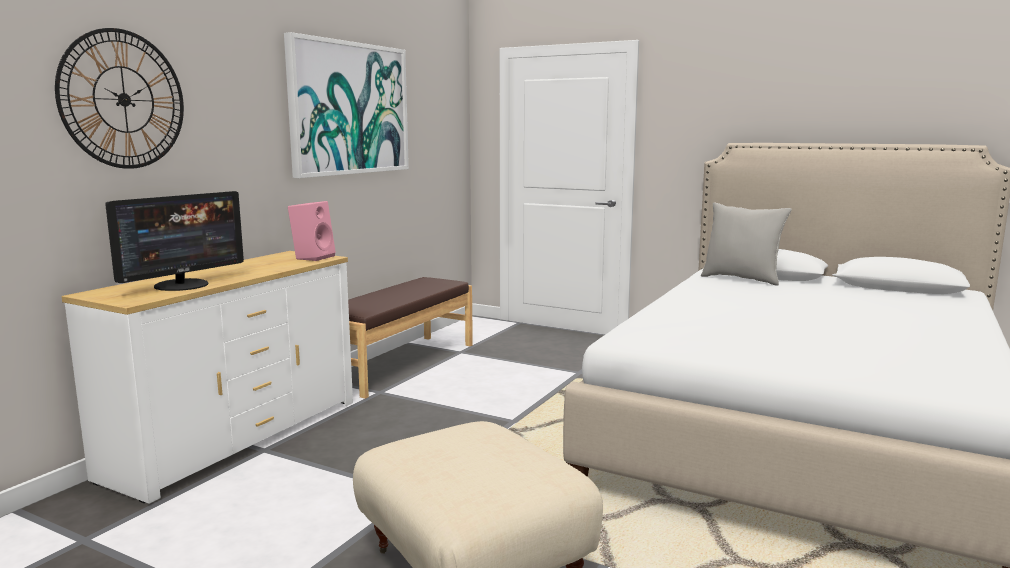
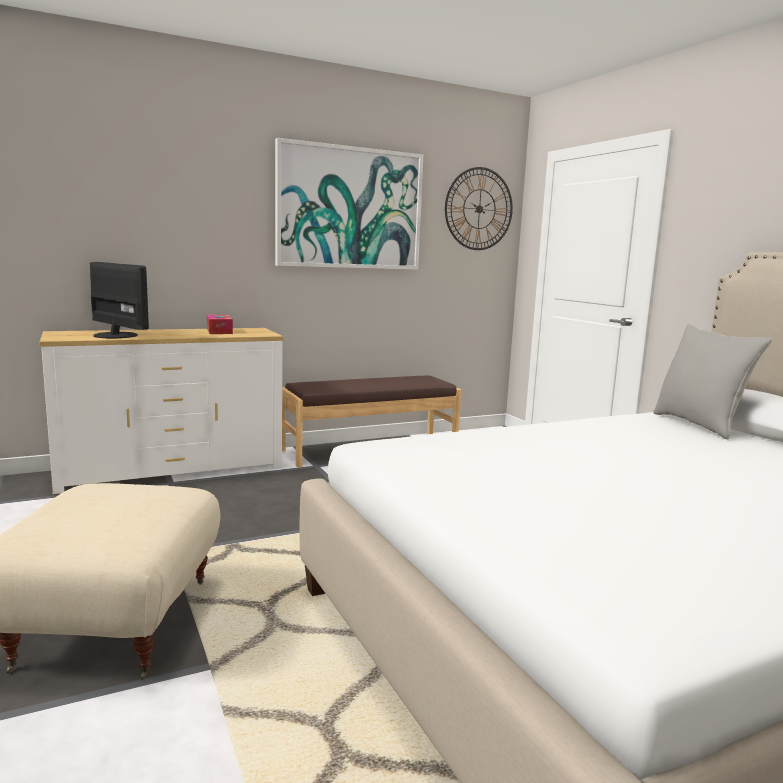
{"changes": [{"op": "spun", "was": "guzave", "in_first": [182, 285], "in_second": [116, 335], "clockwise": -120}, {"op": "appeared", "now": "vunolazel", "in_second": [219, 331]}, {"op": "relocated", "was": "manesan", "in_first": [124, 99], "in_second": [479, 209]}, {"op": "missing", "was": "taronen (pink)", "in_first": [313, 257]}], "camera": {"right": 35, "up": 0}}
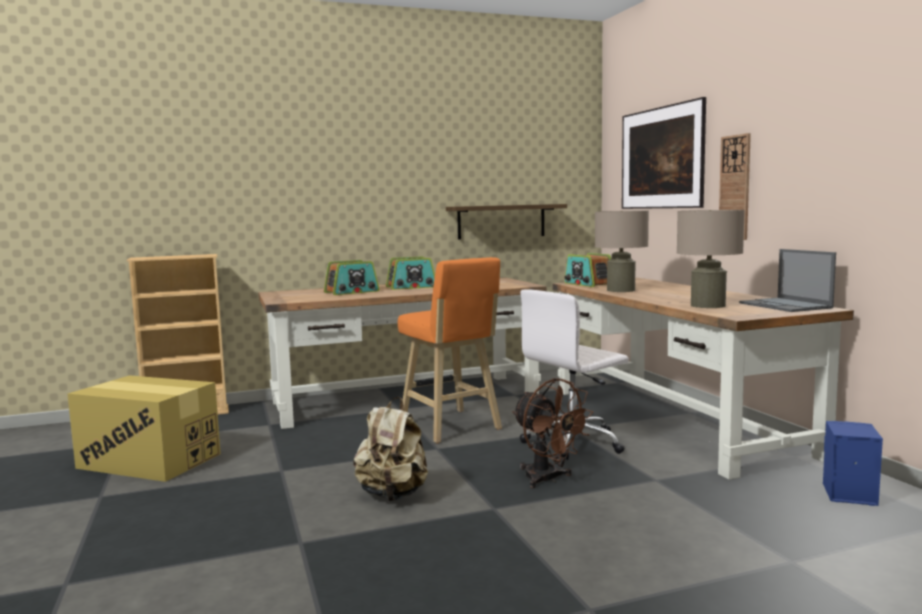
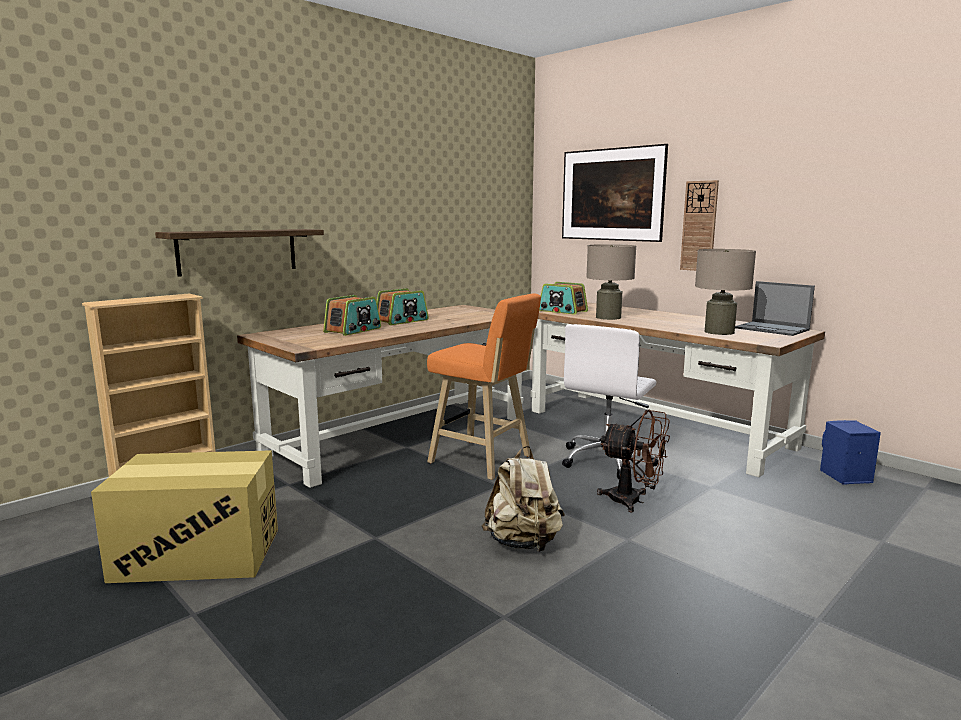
{"changes": [{"op": "relocated", "was": "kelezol", "in_first": [501, 221], "in_second": [238, 251]}], "camera": {"right": -25, "up": 5}}
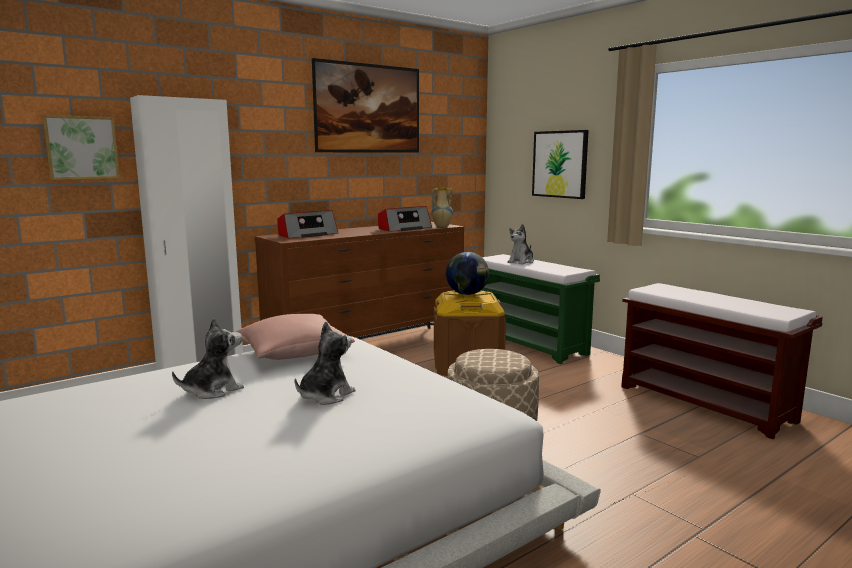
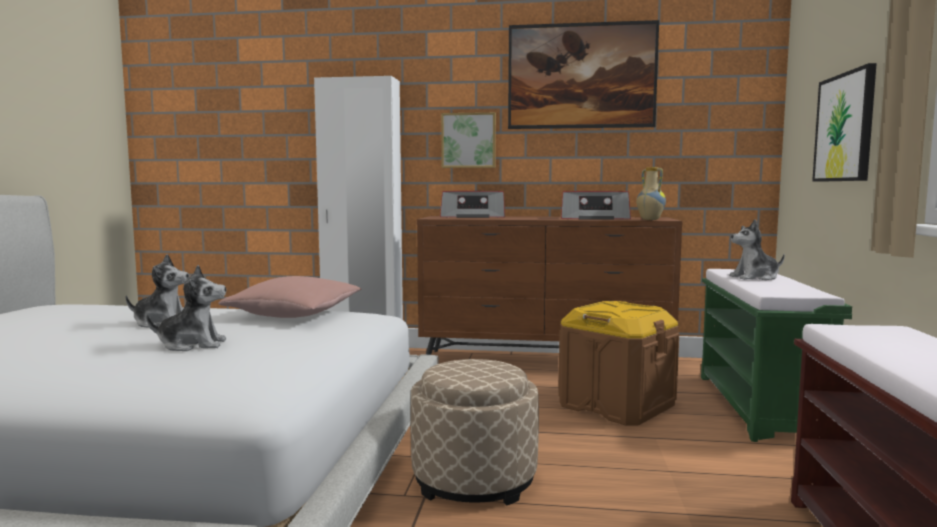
{"changes": [{"op": "relocated", "was": "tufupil", "in_first": [81, 147], "in_second": [468, 140]}, {"op": "missing", "was": "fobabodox", "in_first": [467, 294]}], "camera": {"right": 45, "up": -5}}
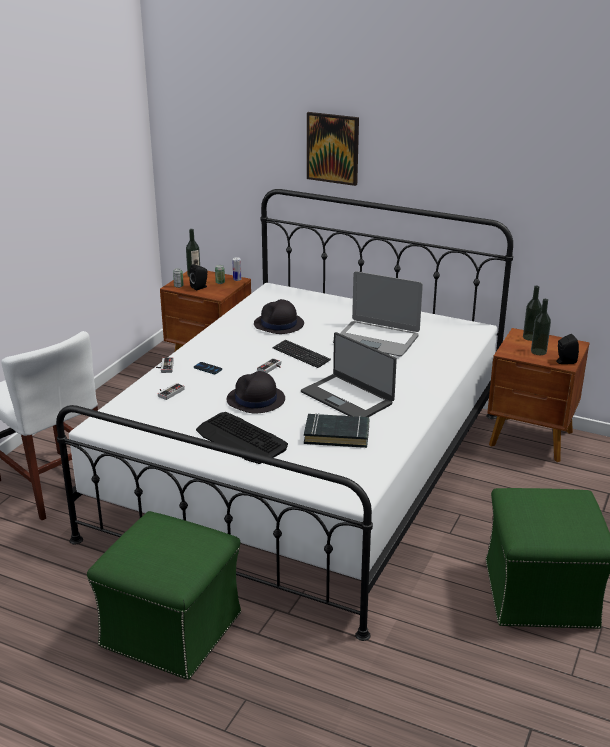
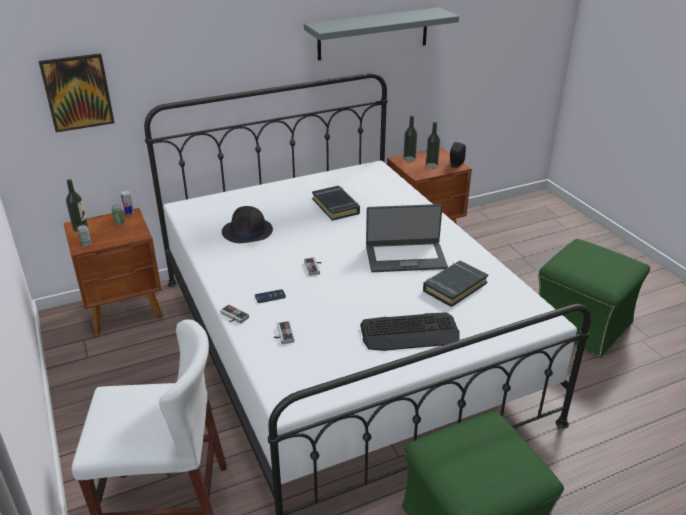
{"changes": [{"op": "relocated", "was": "tufupil", "in_first": [333, 148], "in_second": [77, 92]}, {"op": "appeared", "now": "kelezol (grey)", "in_second": [373, 33]}, {"op": "exchanged", "was": "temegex", "now": "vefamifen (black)", "in_first": [376, 339], "in_second": [336, 206]}, {"op": "missing", "was": "taronen (black)", "in_first": [200, 287]}, {"op": "missing", "was": "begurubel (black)", "in_first": [255, 400]}, {"op": "missing", "was": "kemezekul", "in_first": [301, 355]}], "camera": {"right": -50, "up": 5}}
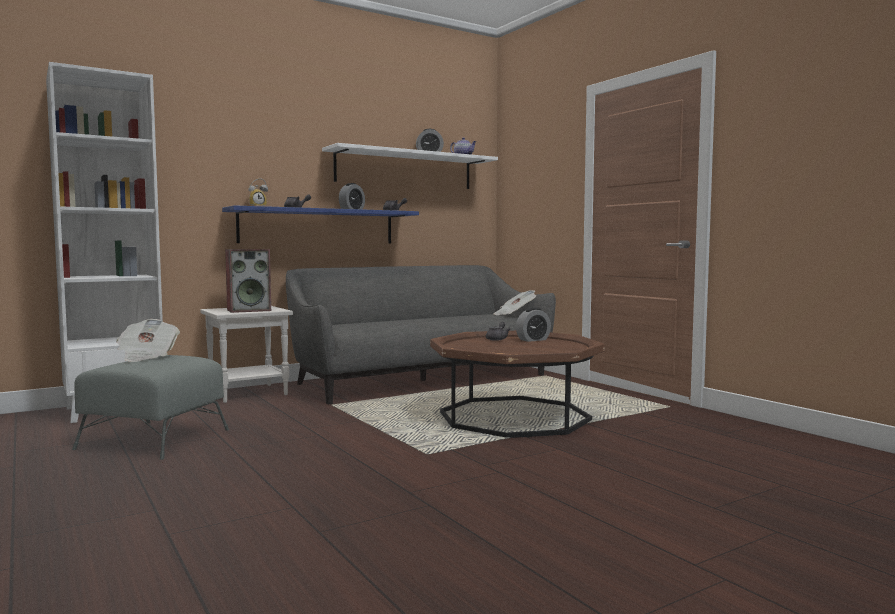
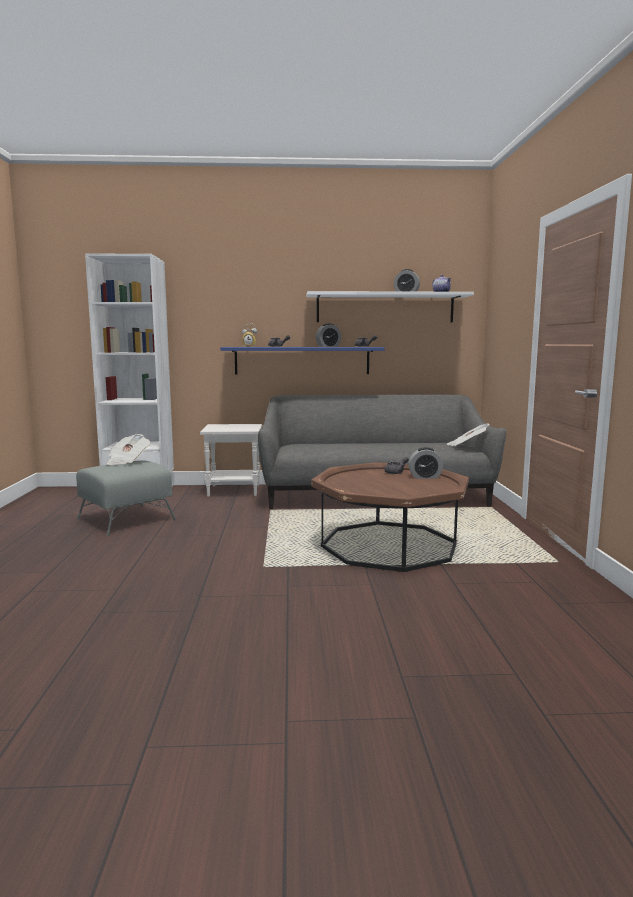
{"changes": [{"op": "missing", "was": "taronen", "in_first": [249, 310]}], "camera": {"right": 30, "up": 5}}
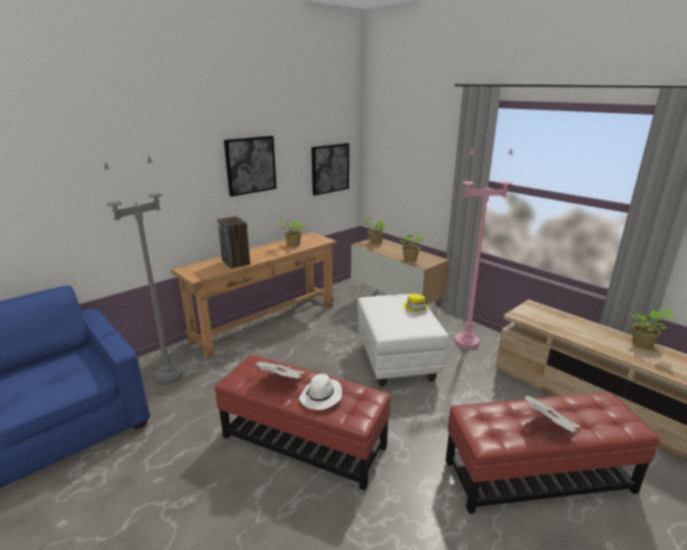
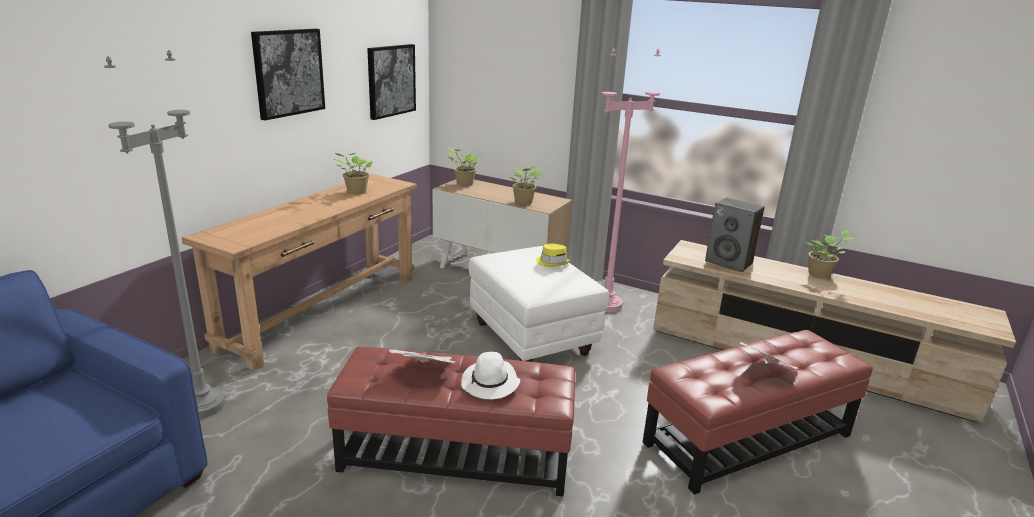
{"changes": [{"op": "relocated", "was": "taronen", "in_first": [236, 262], "in_second": [729, 262]}], "camera": {"right": -20, "up": 0}}
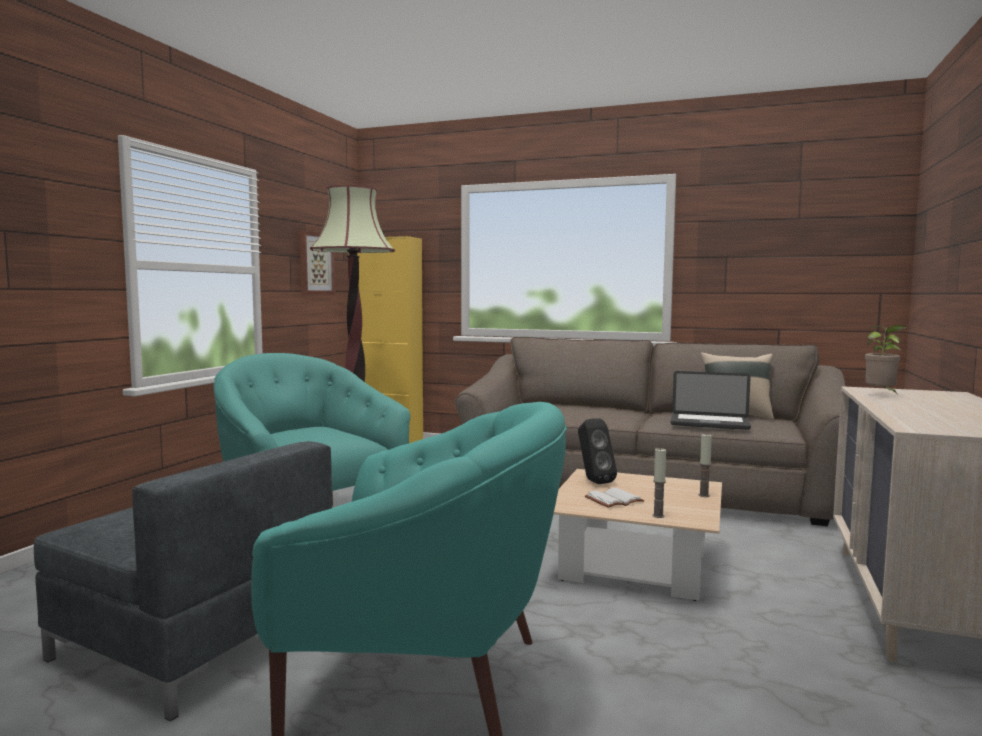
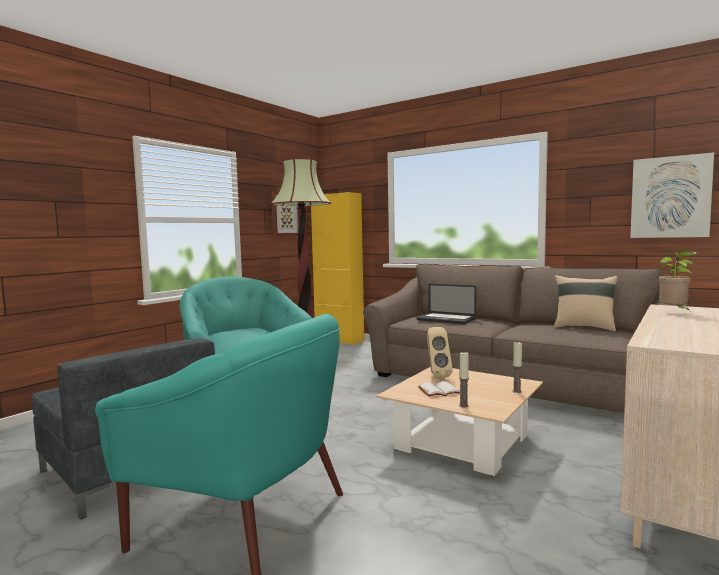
{"changes": [{"op": "relocated", "was": "temegex", "in_first": [709, 423], "in_second": [446, 319]}, {"op": "colour", "was": "taronen (black)", "now": "taronen (beige)", "in_first": [593, 481], "in_second": [436, 375]}, {"op": "appeared", "now": "tufupil", "in_second": [670, 197]}], "camera": {"right": 15, "up": 0}}
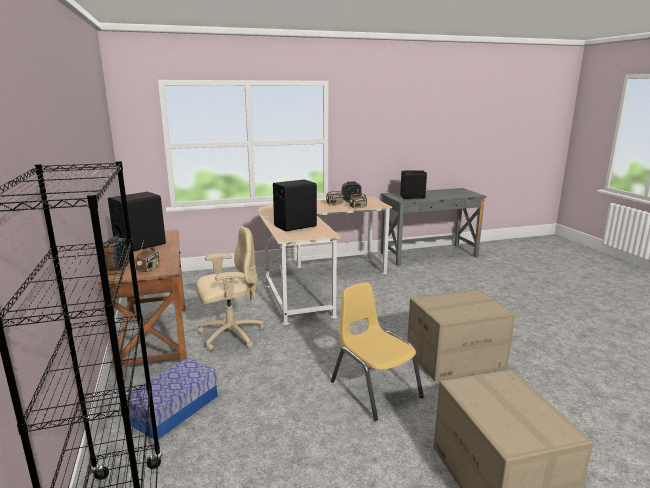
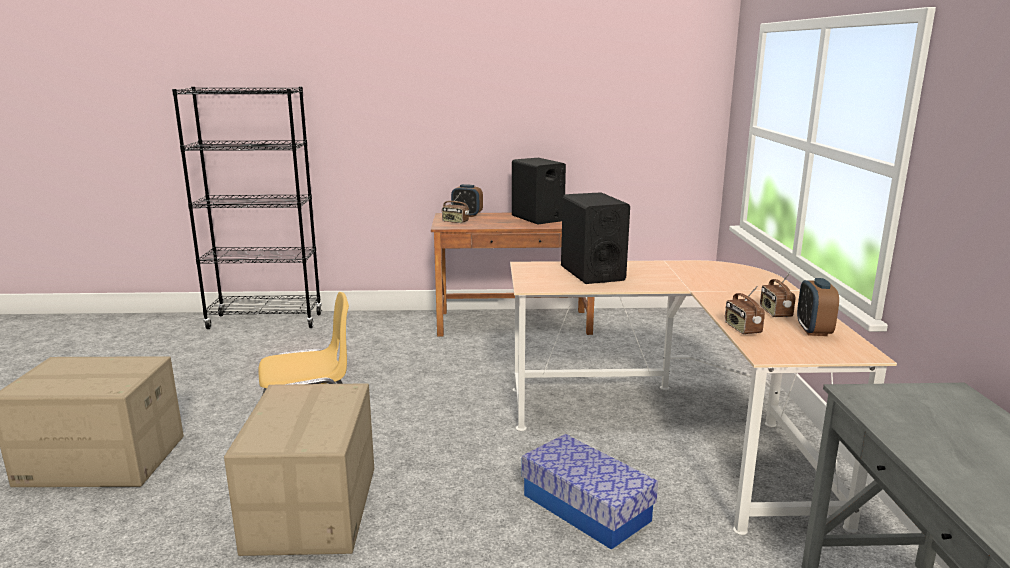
{"changes": [{"op": "relocated", "was": "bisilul", "in_first": [174, 409], "in_second": [586, 507]}, {"op": "missing", "was": "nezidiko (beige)", "in_first": [230, 335]}, {"op": "missing", "was": "taronen (black)", "in_first": [413, 197]}], "camera": {"right": 105, "up": 0}}
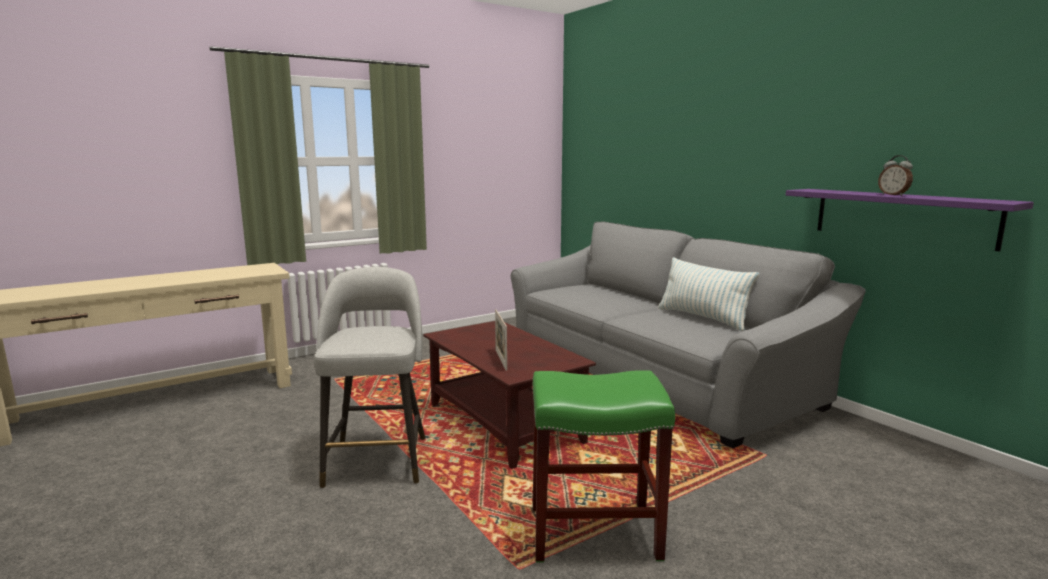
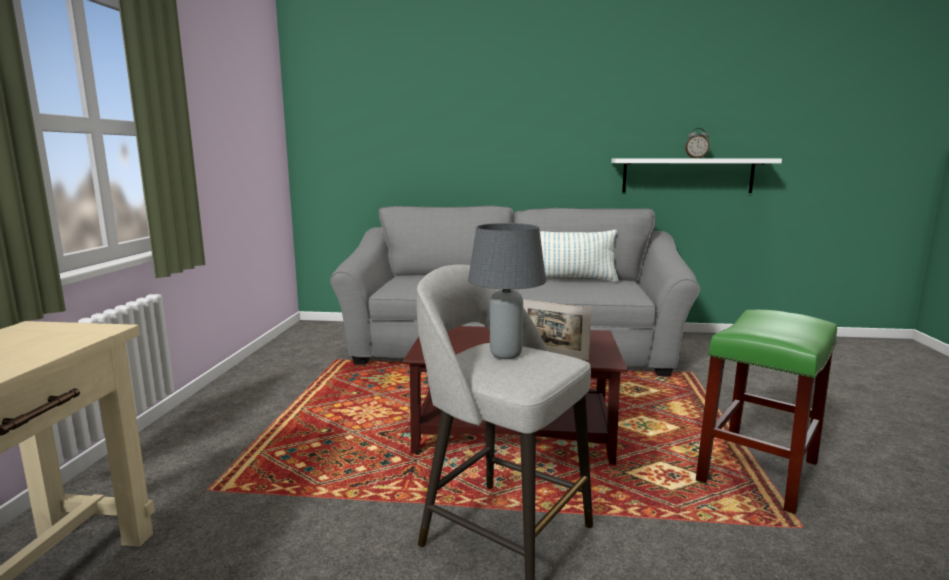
{"changes": [{"op": "appeared", "now": "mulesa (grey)", "in_second": [506, 355]}, {"op": "colour", "was": "kelezol (purple)", "now": "kelezol (white)", "in_first": [902, 217], "in_second": [687, 175]}], "camera": {"right": -50, "up": 0}}
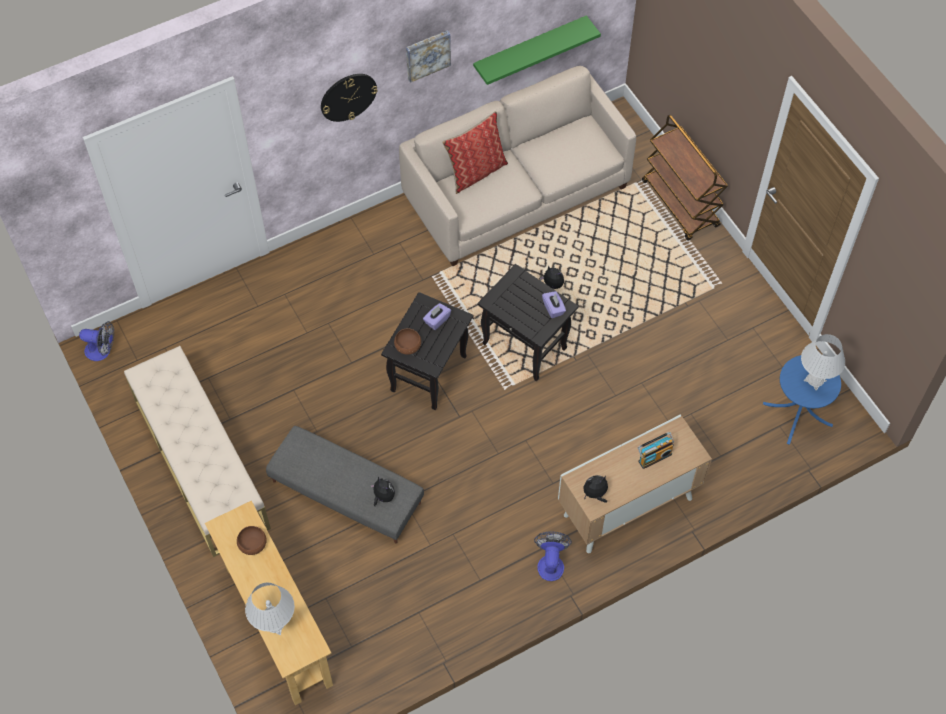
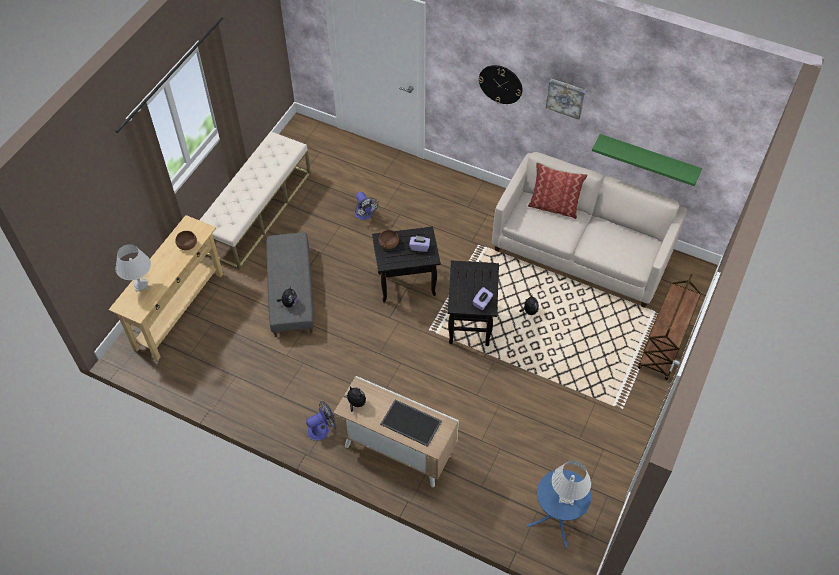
{"changes": [{"op": "relocated", "was": "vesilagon", "in_first": [102, 351], "in_second": [364, 215]}, {"op": "exchanged", "was": "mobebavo", "now": "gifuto", "in_first": [654, 456], "in_second": [412, 422]}], "camera": {"right": 55, "up": -5}}
